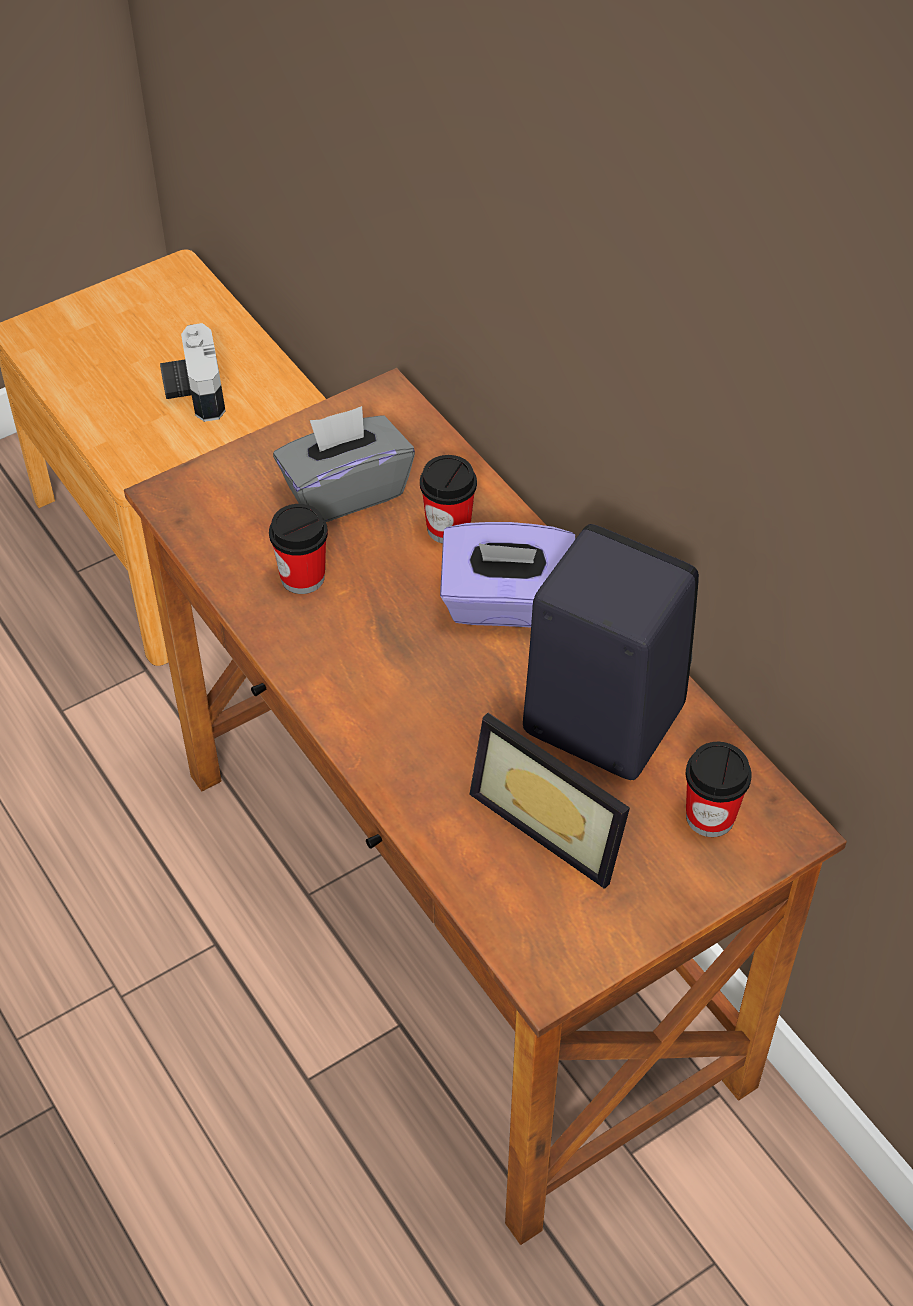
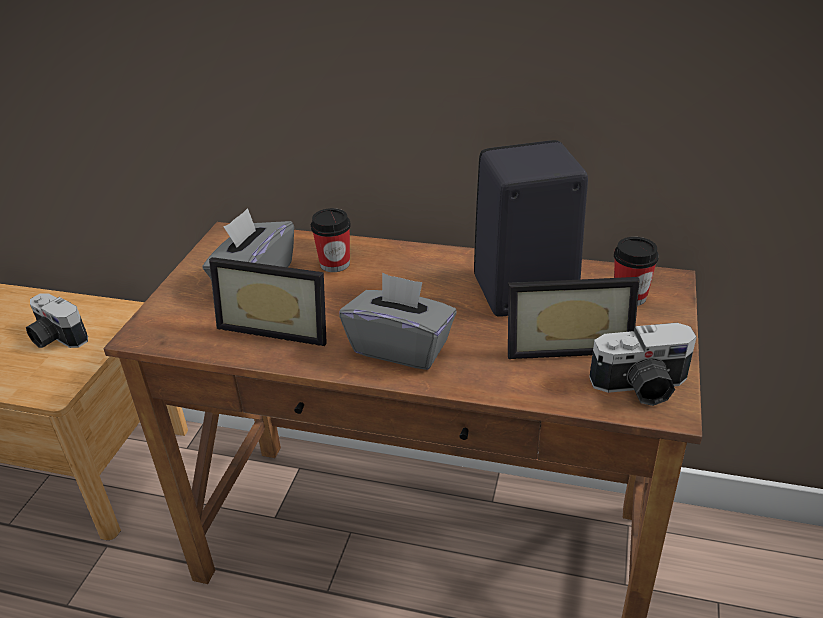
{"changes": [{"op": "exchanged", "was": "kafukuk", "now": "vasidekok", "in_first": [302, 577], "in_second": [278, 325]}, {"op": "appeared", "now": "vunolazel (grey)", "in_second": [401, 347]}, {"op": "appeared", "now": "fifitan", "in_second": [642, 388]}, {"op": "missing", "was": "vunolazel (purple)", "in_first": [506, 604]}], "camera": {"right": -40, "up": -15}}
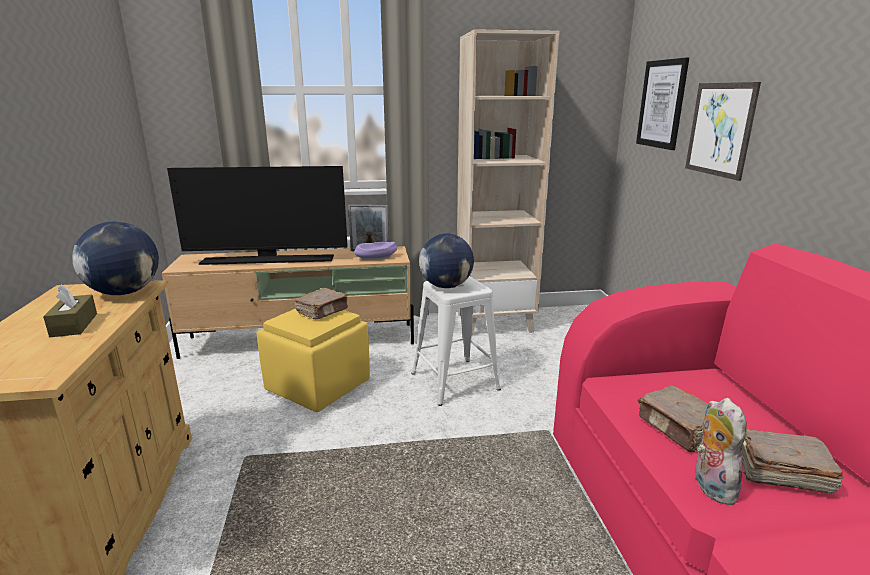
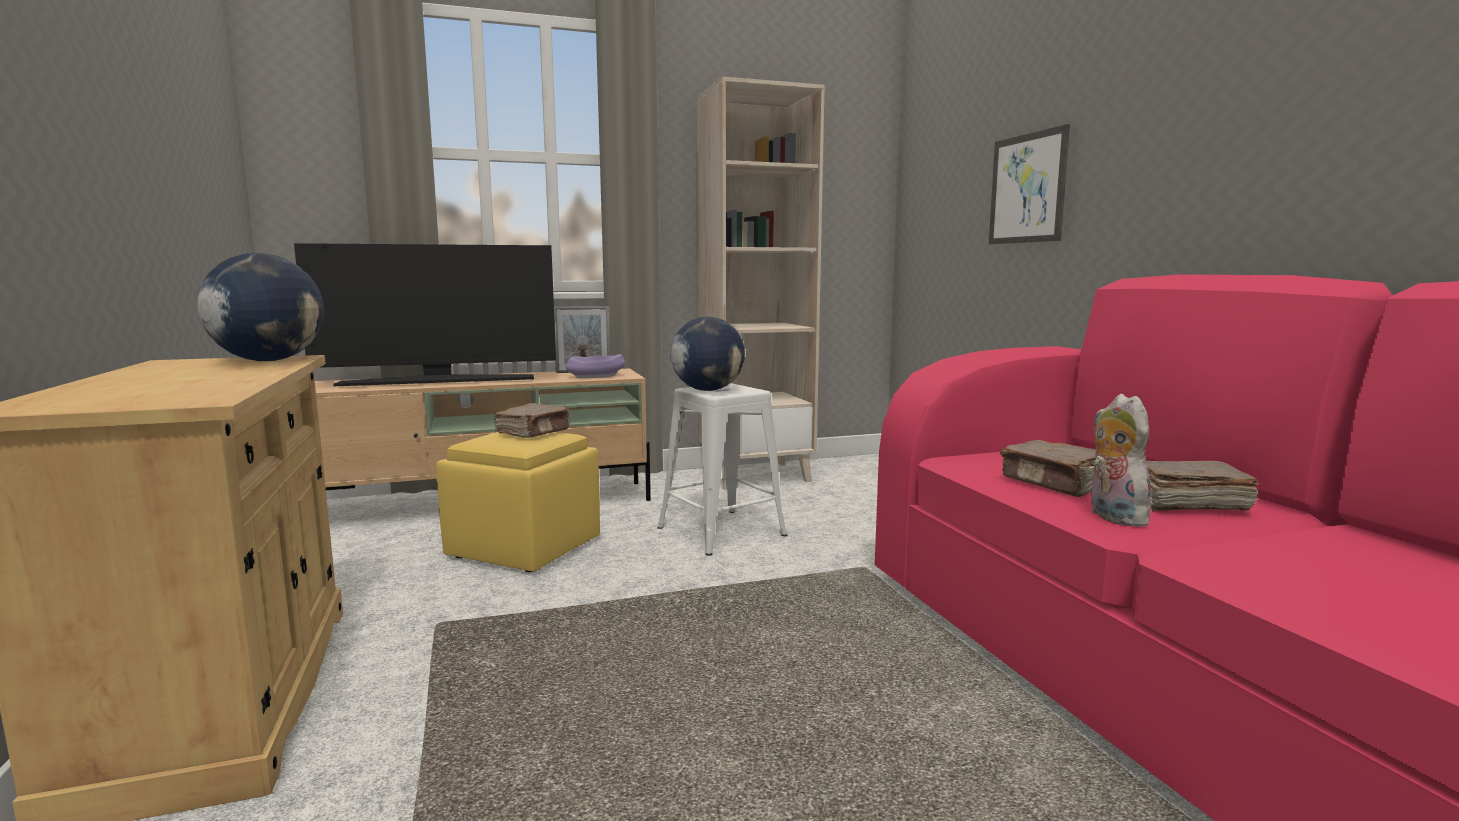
{"changes": [{"op": "missing", "was": "vunolazel (brown)", "in_first": [74, 325]}, {"op": "missing", "was": "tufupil", "in_first": [662, 104]}], "camera": {"right": -10, "up": -10}}
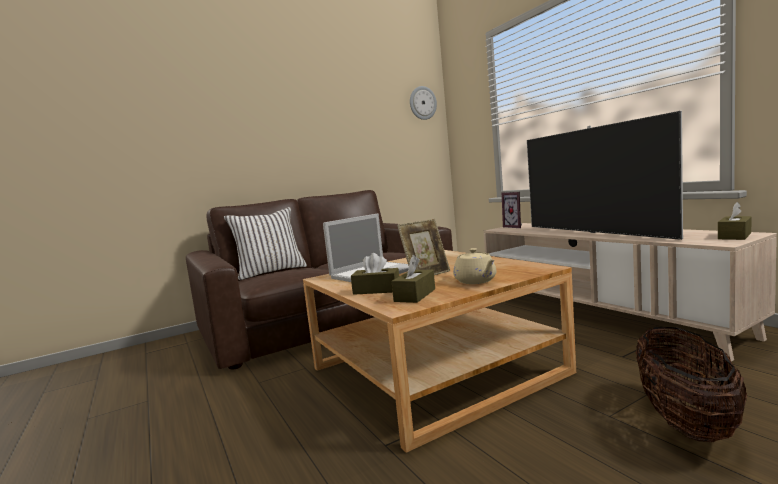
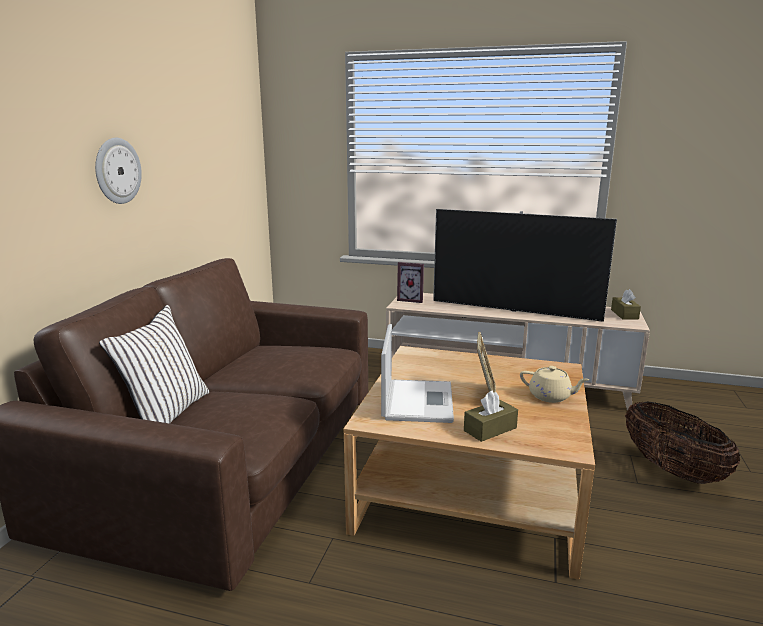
{"changes": [{"op": "relocated", "was": "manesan", "in_first": [422, 103], "in_second": [117, 171]}, {"op": "missing", "was": "vunolazel (brown)", "in_first": [415, 295]}], "camera": {"right": -45, "up": 10}}
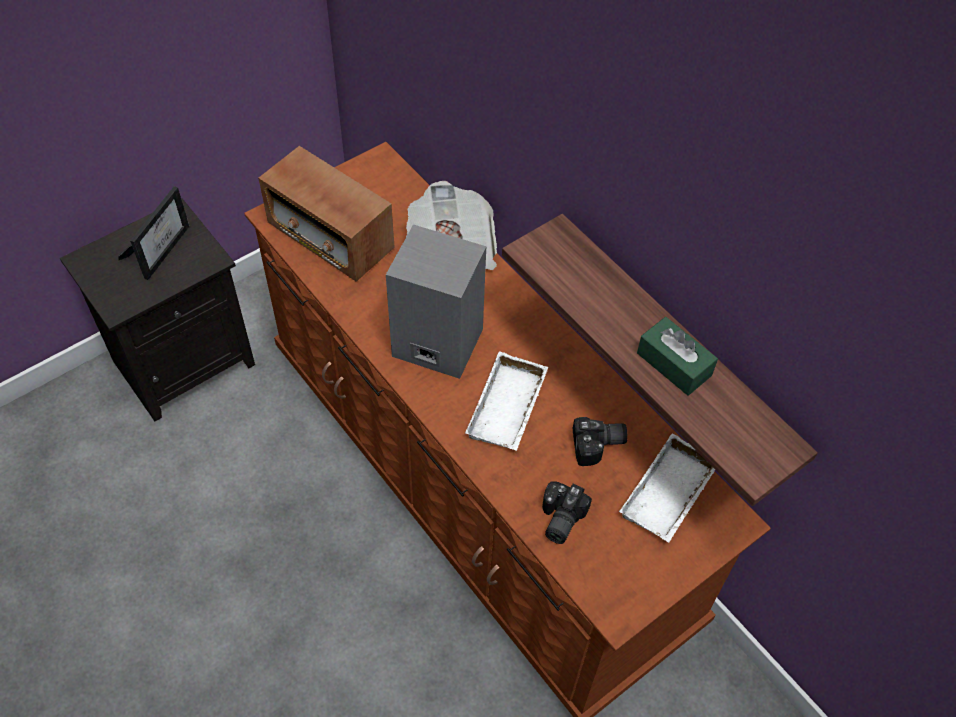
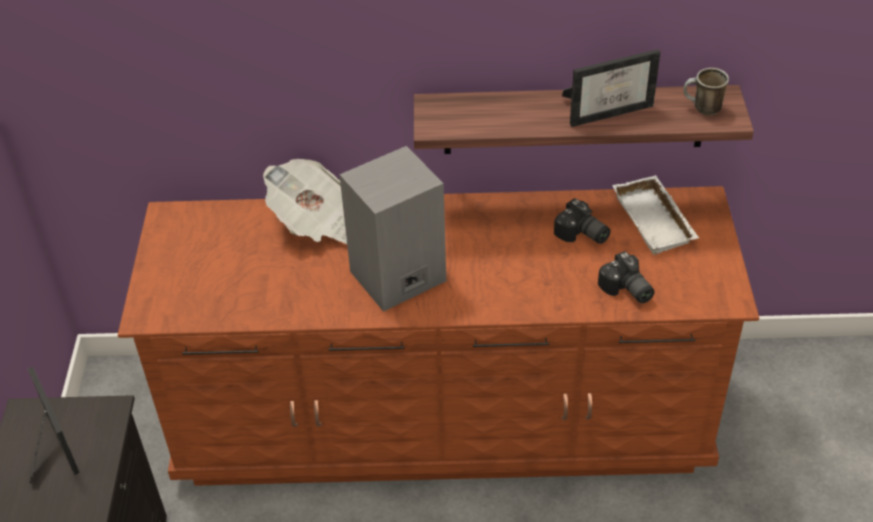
{"changes": [{"op": "spun", "was": "fifitan", "in_first": [598, 446], "in_second": [582, 235], "clockwise": 105}, {"op": "exchanged", "was": "vunolazel (green)", "now": "vasidekok", "in_first": [674, 364], "in_second": [609, 109]}, {"op": "appeared", "now": "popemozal", "in_second": [702, 109]}, {"op": "missing", "was": "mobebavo", "in_first": [330, 237]}, {"op": "missing", "was": "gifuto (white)", "in_first": [509, 409]}], "camera": {"right": -50, "up": -10}}
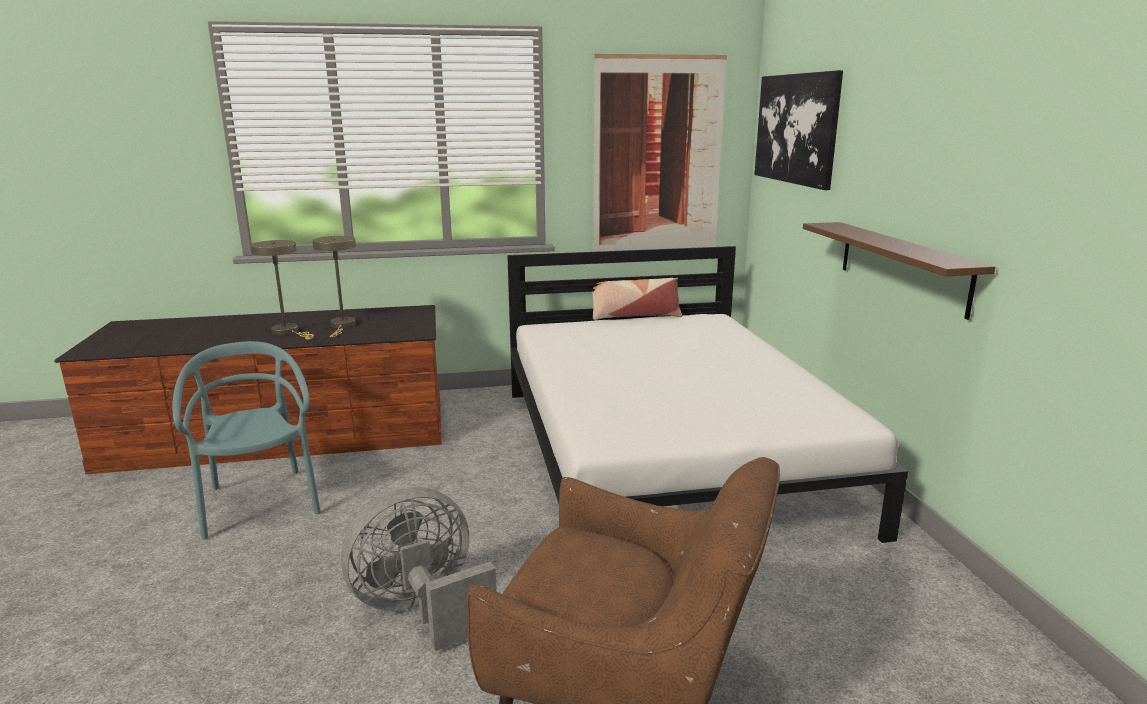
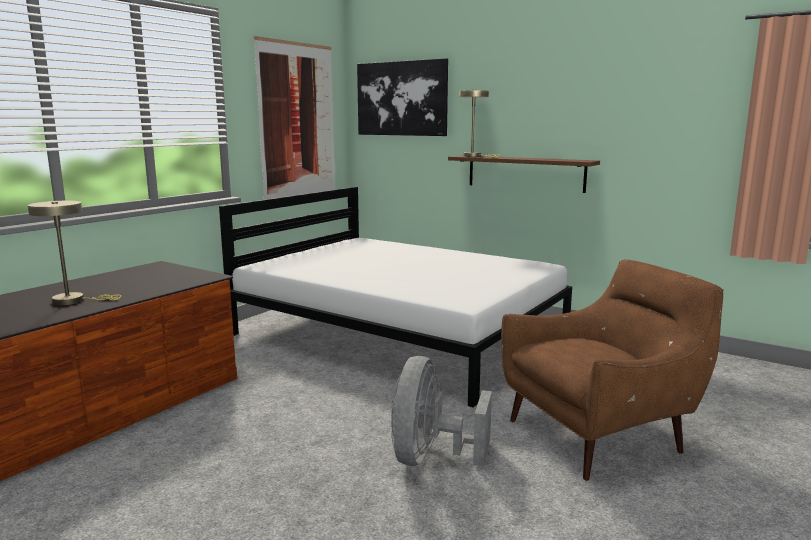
{"changes": [{"op": "relocated", "was": "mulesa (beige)", "in_first": [342, 326], "in_second": [475, 156]}, {"op": "missing", "was": "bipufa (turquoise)", "in_first": [260, 503]}, {"op": "missing", "was": "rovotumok", "in_first": [634, 316]}], "camera": {"right": -45, "up": -5}}
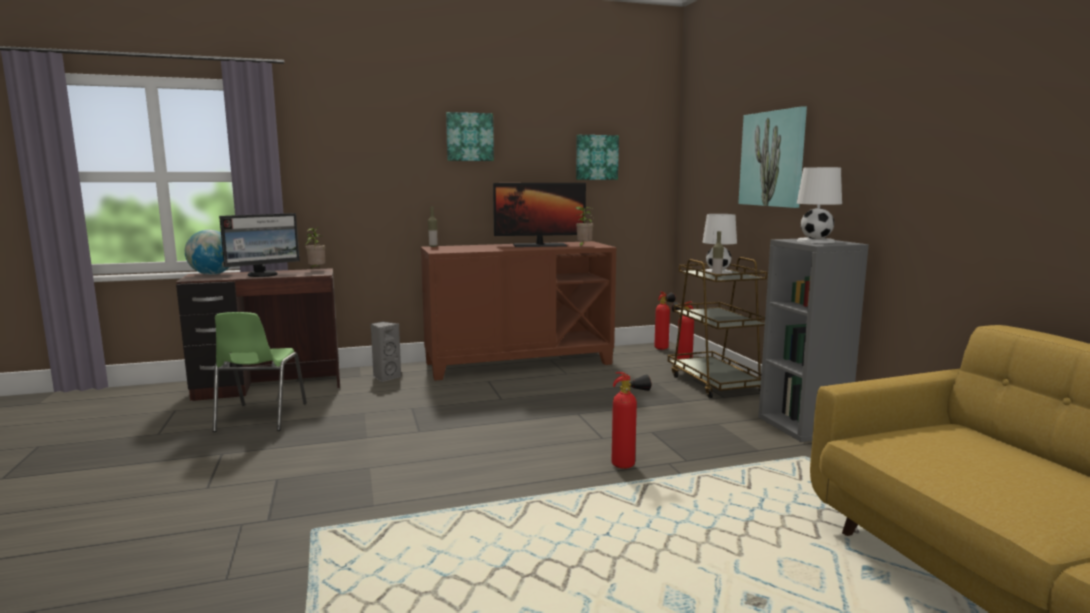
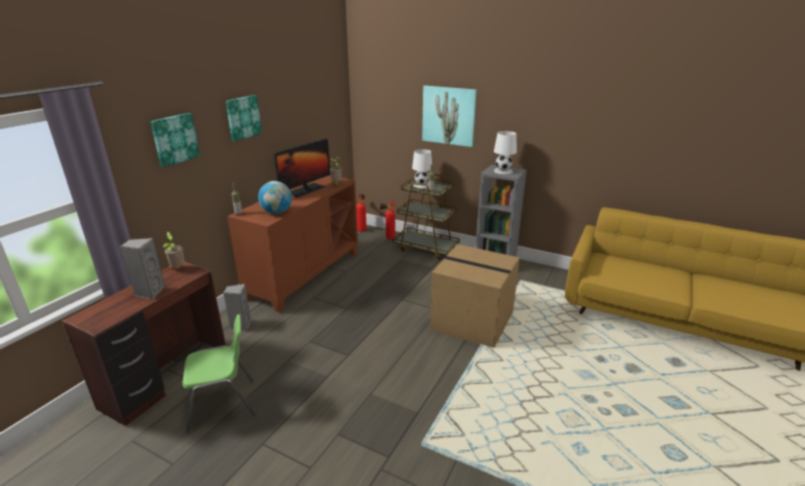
{"changes": [{"op": "exchanged", "was": "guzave", "now": "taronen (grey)", "in_first": [263, 274], "in_second": [149, 292]}, {"op": "relocated", "was": "tufupil", "in_first": [596, 157], "in_second": [174, 139]}, {"op": "spun", "was": "bipufa (green)", "in_first": [260, 417], "in_second": [223, 404], "clockwise": -60}, {"op": "relocated", "was": "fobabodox", "in_first": [212, 274], "in_second": [277, 212]}, {"op": "exchanged", "was": "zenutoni", "now": "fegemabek", "in_first": [628, 465], "in_second": [473, 320]}], "camera": {"right": -45, "up": 15}}
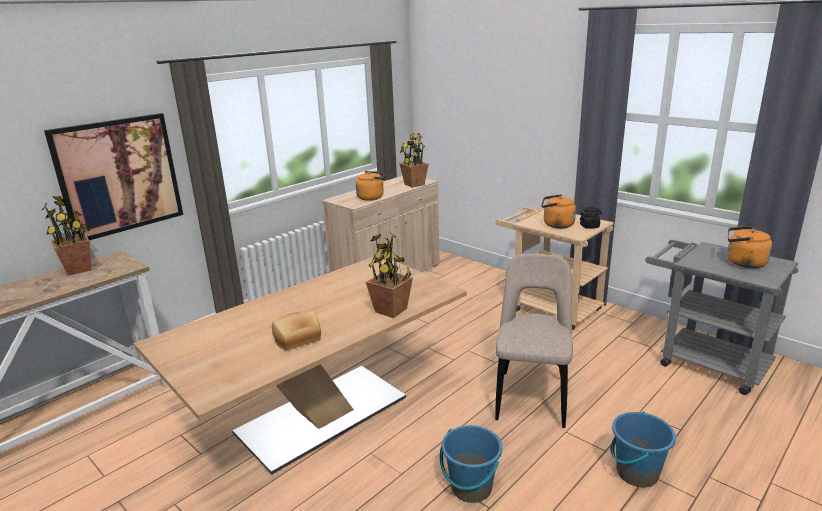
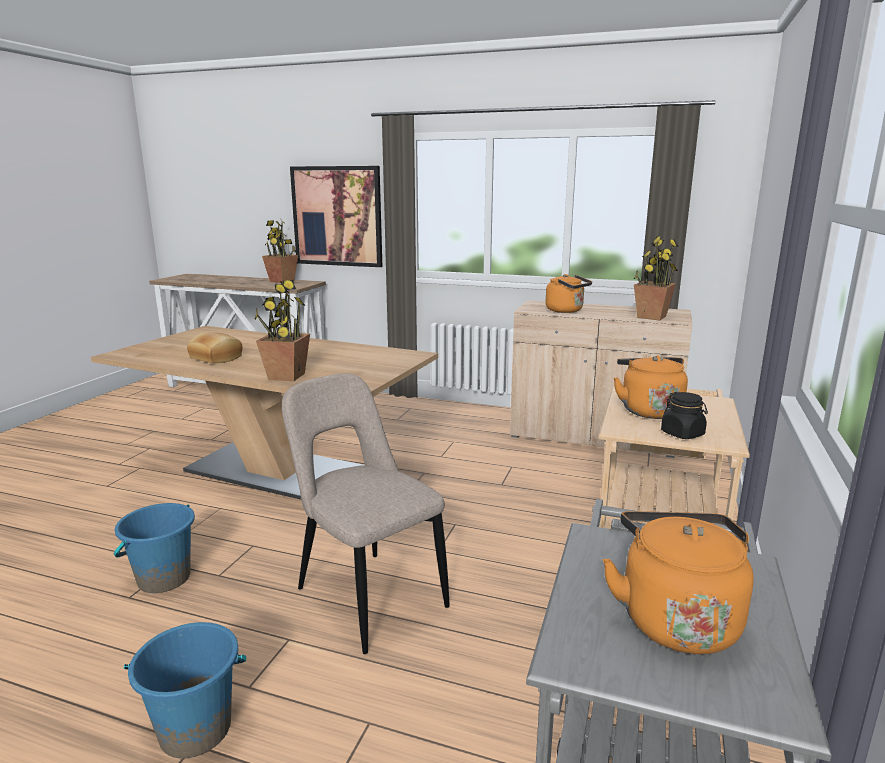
{"changes": [{"op": "spun", "was": "bipufa (beige)", "in_first": [532, 396], "in_second": [367, 595], "clockwise": -120}], "camera": {"right": 65, "up": -5}}
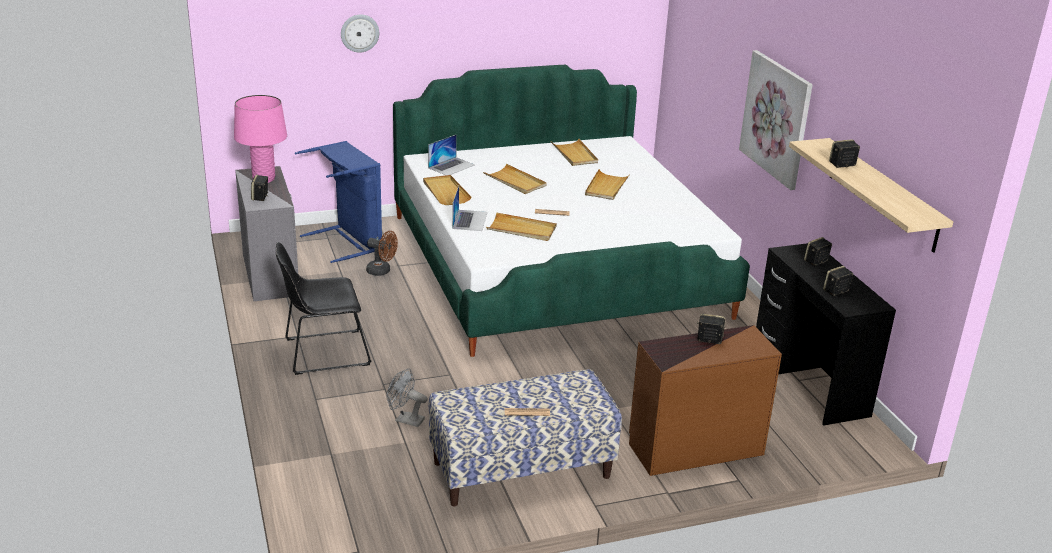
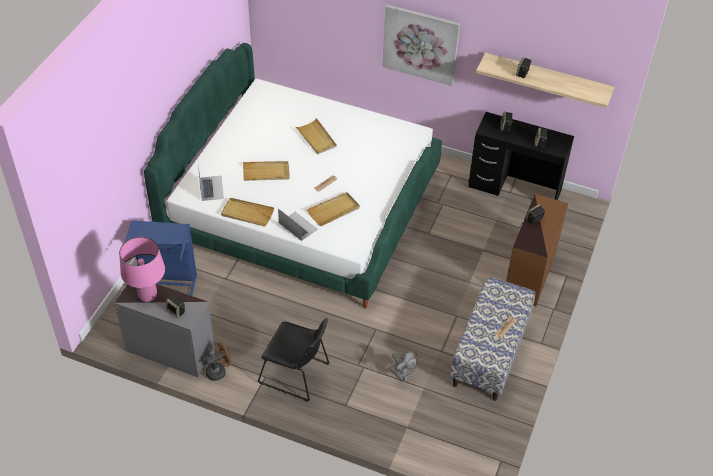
{"changes": [{"op": "relocated", "was": "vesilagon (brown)", "in_first": [382, 271], "in_second": [219, 371]}, {"op": "spun", "was": "bipufa (black)", "in_first": [323, 352], "in_second": [297, 374], "clockwise": -90}, {"op": "spun", "was": "vesilagon (grey)", "in_first": [405, 419], "in_second": [402, 375], "clockwise": -105}, {"op": "missing", "was": "manesan", "in_first": [359, 33]}, {"op": "missing", "was": "gifuto (beige)", "in_first": [574, 154]}], "camera": {"right": -50, "up": 20}}
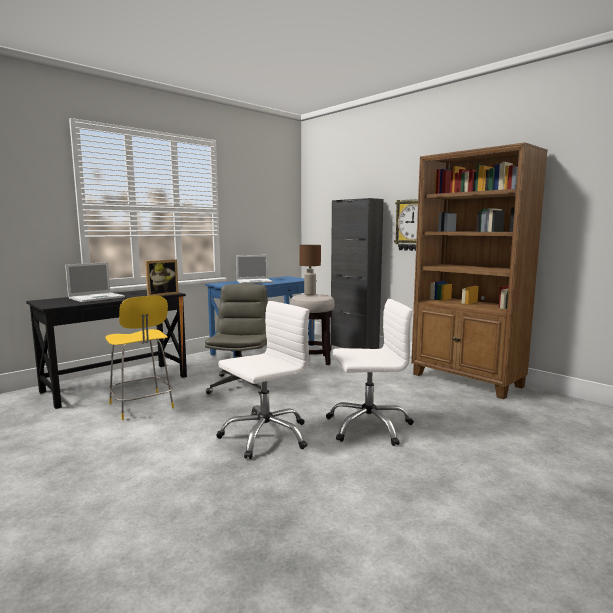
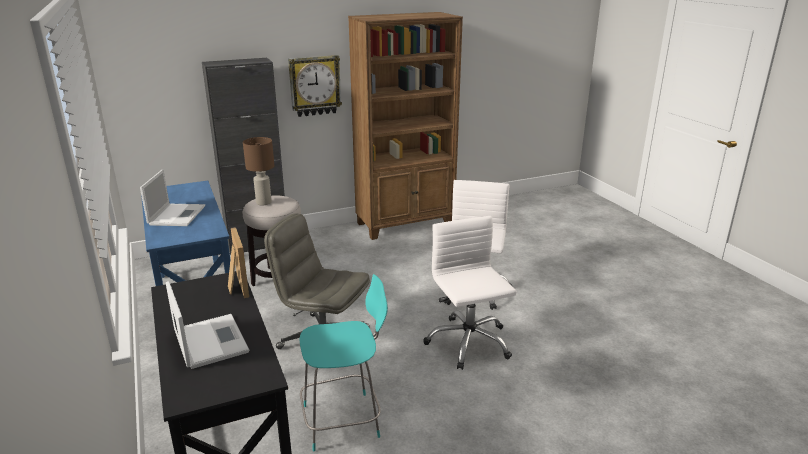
{"changes": [{"op": "colour", "was": "bipufa (yellow)", "now": "bipufa (turquoise)", "in_first": [142, 407], "in_second": [344, 420]}], "camera": {"right": -70, "up": 15}}
